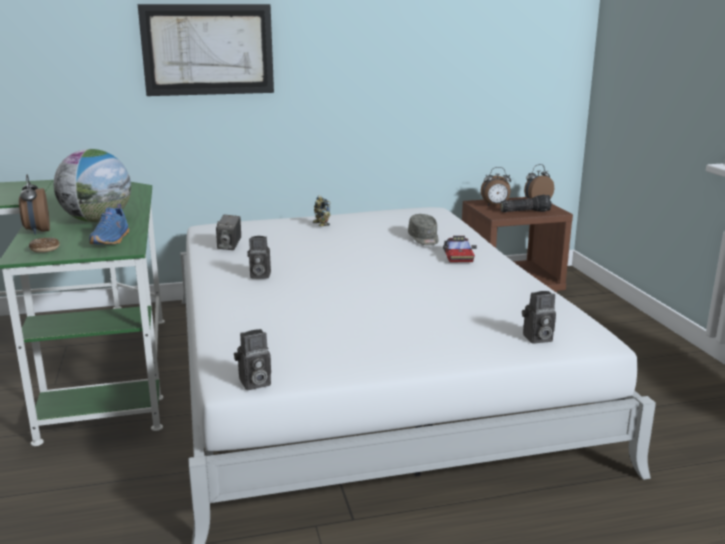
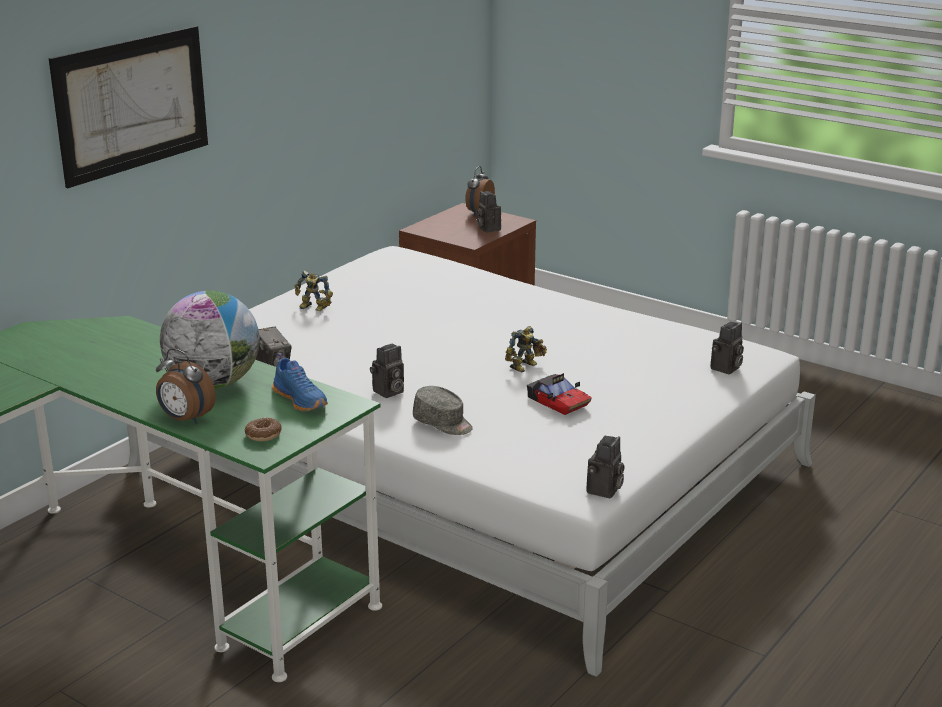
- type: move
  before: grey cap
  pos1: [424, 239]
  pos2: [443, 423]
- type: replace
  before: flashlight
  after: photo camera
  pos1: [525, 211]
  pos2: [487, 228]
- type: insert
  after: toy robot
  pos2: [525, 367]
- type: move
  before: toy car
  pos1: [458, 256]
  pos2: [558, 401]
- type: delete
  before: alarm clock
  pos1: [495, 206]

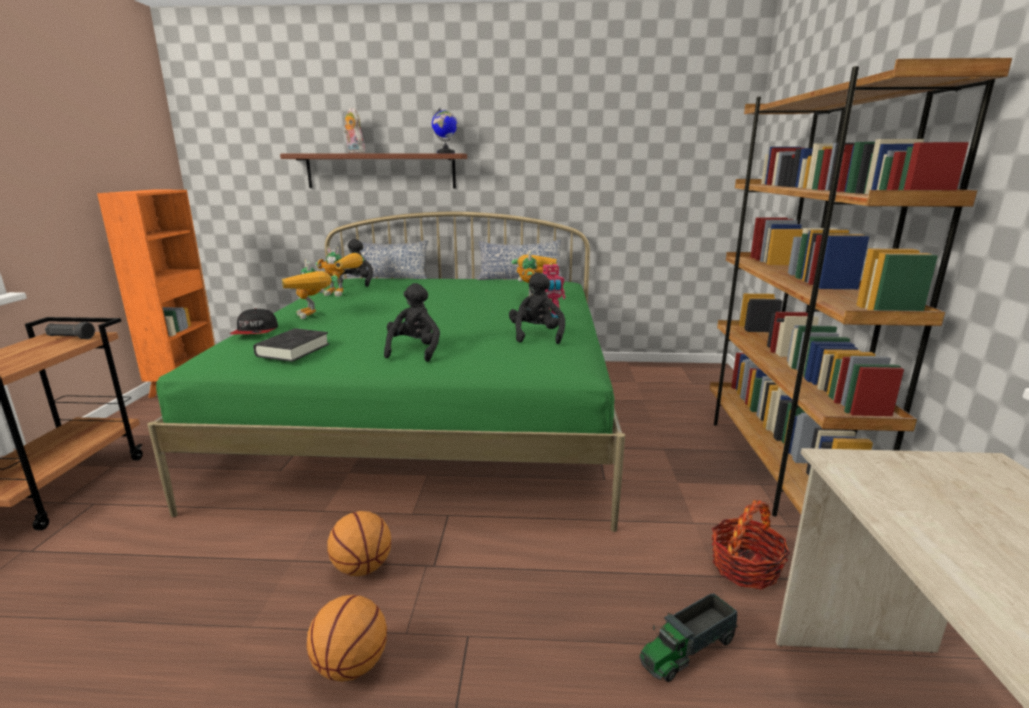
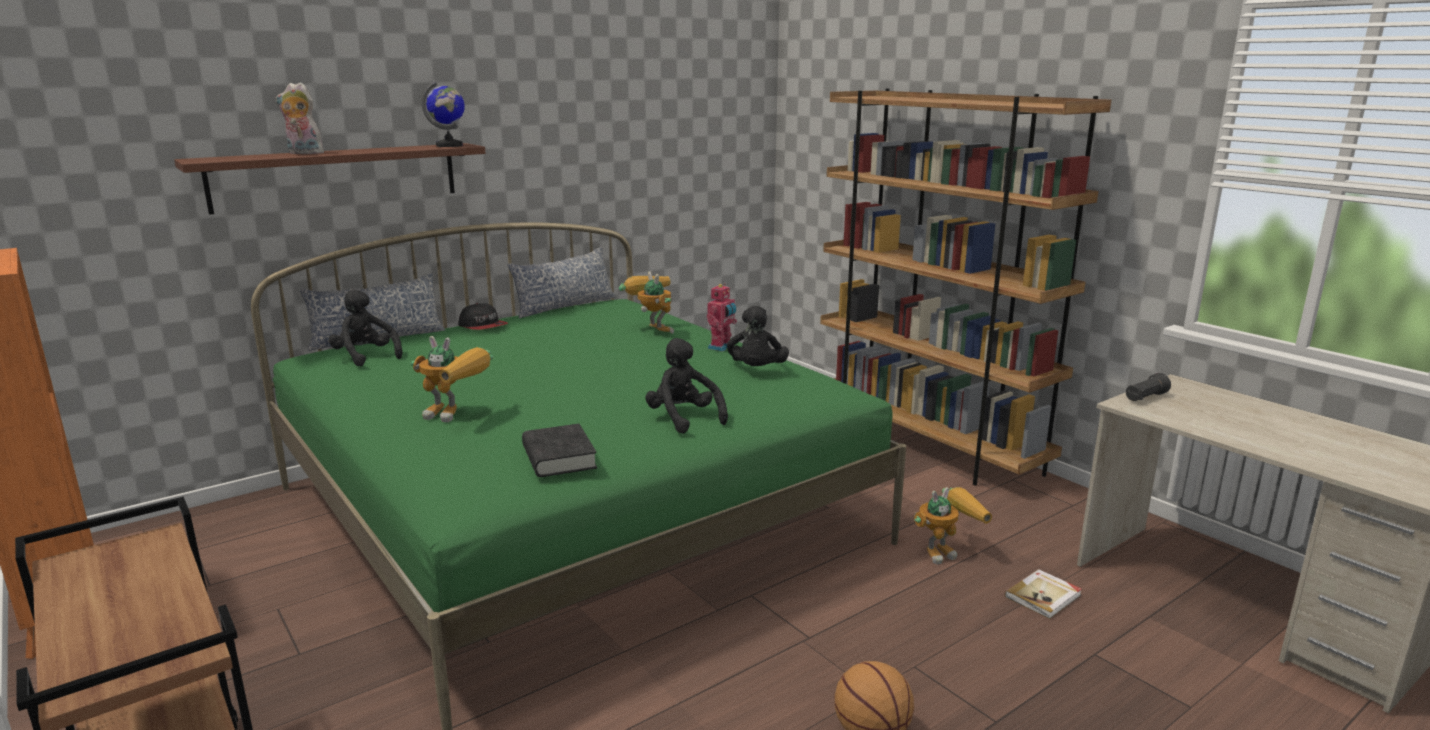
- type: move
  before: cap
  pos1: [256, 332]
  pos2: [483, 326]
- type: rotate
  before: black plush toy
  pos1: [536, 335]
  pos2: [756, 370]
  turn: -135
- type: move
  before: toy robot
  pos1: [343, 294]
  pos2: [946, 551]
- type: replace
  before: toy truck
  after: book
  pos1: [688, 650]
  pos2: [1044, 596]
- type: move
  before: black flashlight
  pos1: [71, 338]
  pos2: [1145, 398]
- type: delete
  before: basketball
  pos1: [362, 568]
- type: delete
  before: basket
  pos1: [745, 567]

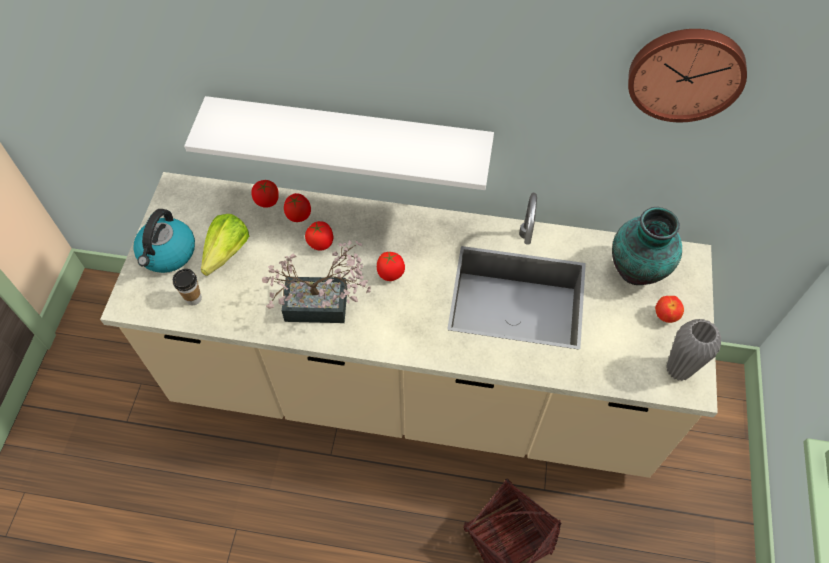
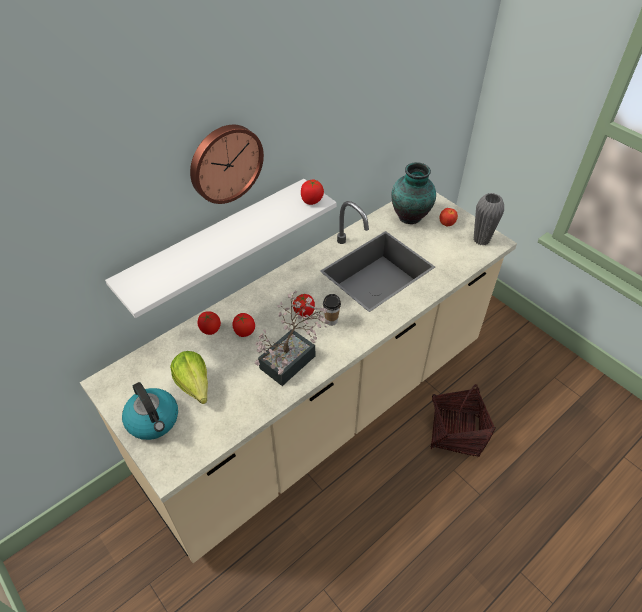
- type: move
  before: wall clock
  pos1: [686, 73]
  pos2: [225, 163]
- type: move
  before: tomato
  pos1: [267, 201]
  pos2: [311, 201]
- type: move
  before: cup
  pos1: [193, 298]
  pos2: [331, 321]

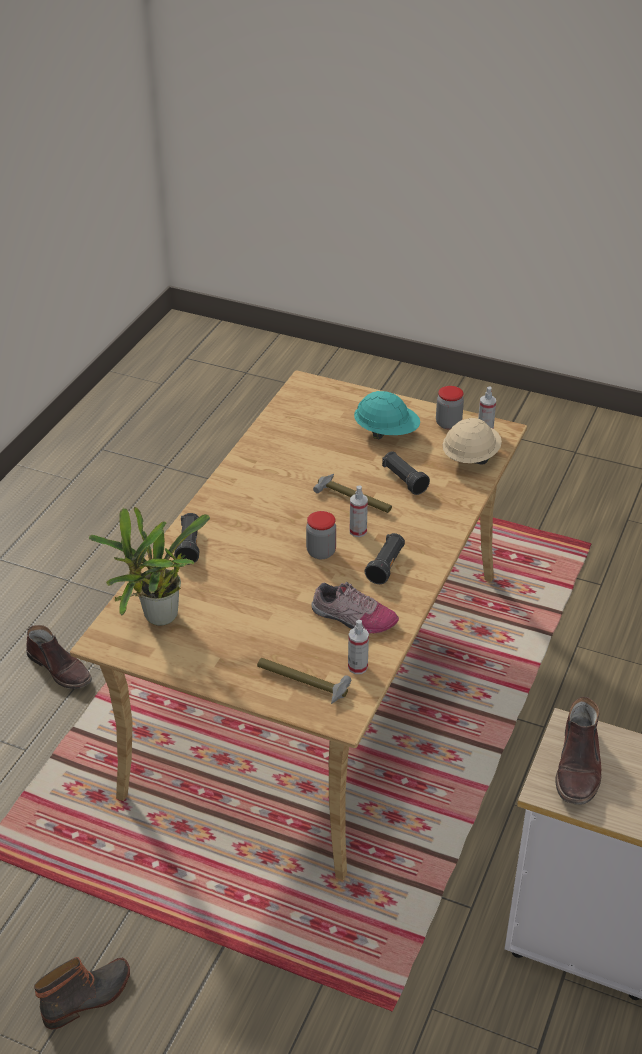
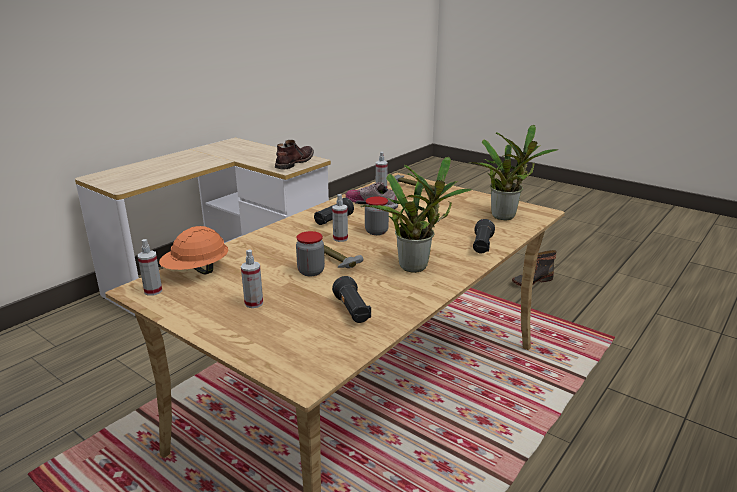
- type: recolor
  before: beige hard hat
  after: orange hard hat
  pos1: [470, 457]
  pos2: [196, 271]
- type: replace
  before: turquoise hard hat
  after: spray bottle
  pos1: [386, 432]
  pos2: [254, 303]
- type: move
  before: jar
  pos1: [448, 423]
  pos2: [311, 271]
- type: move
  before: black flashlight
  pos1: [404, 480]
  pos2: [352, 311]
- type: insert
  after: potted plant
  pos2: [417, 266]
- type: delete
  before: brown boot
  pos1: [60, 669]

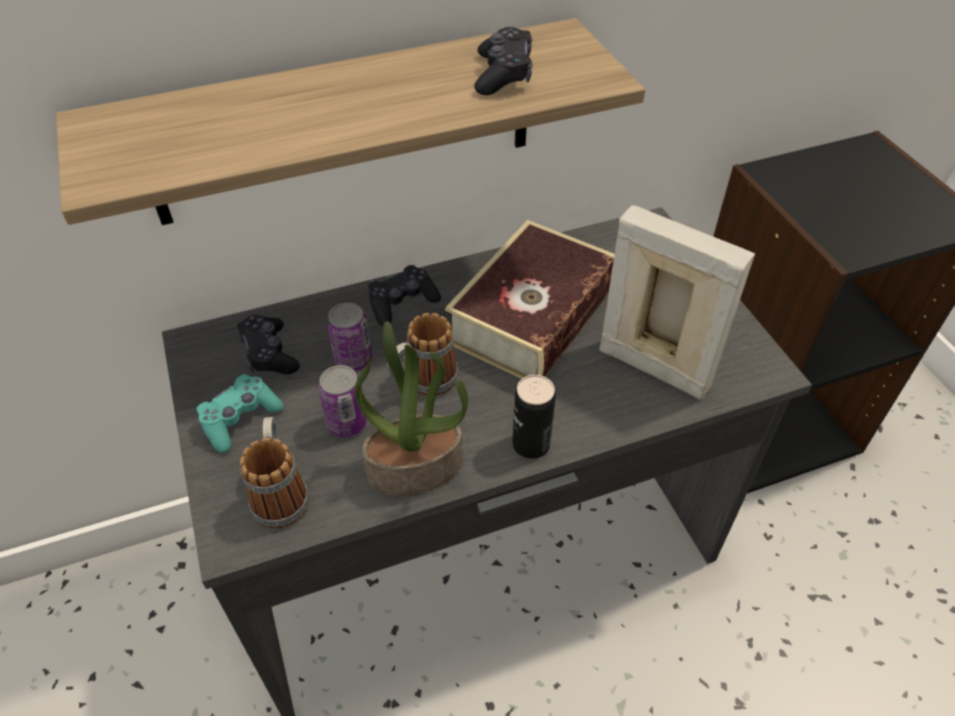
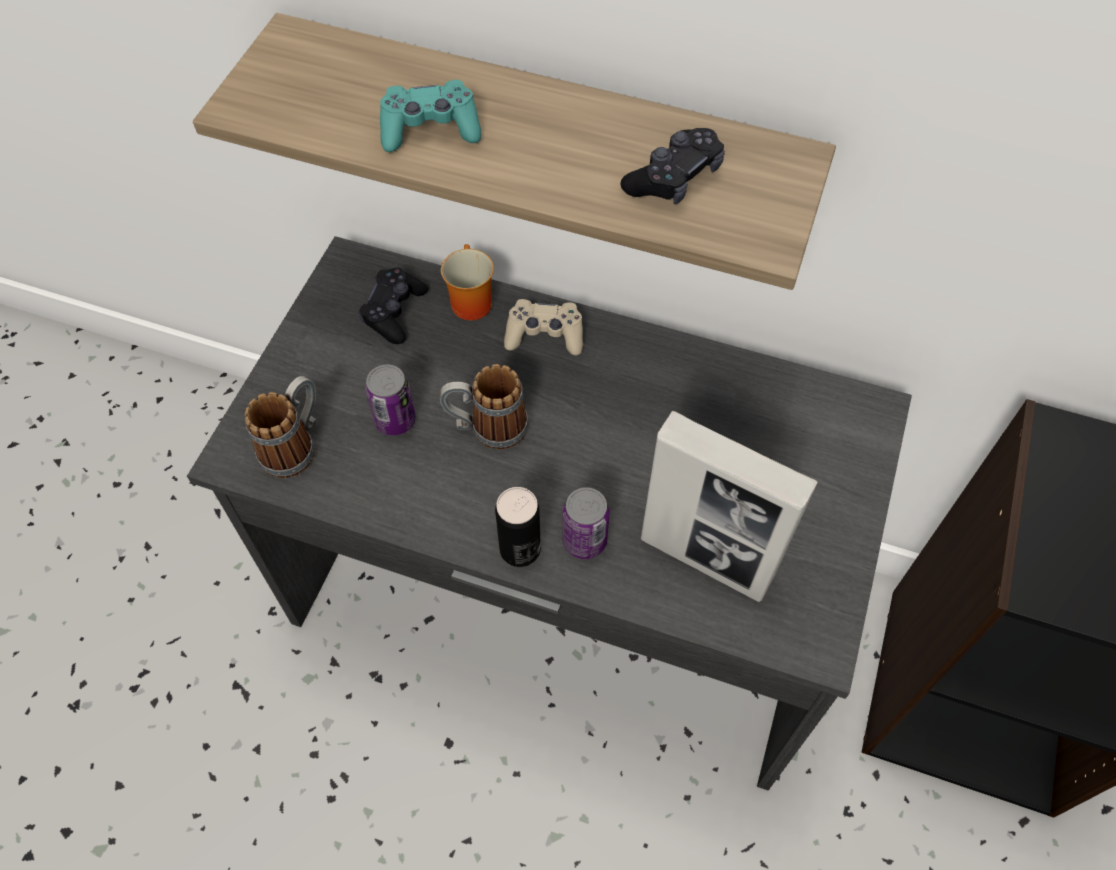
- type: move
  before: turquoise game controller
  pos1: [240, 419]
  pos2: [430, 129]
- type: insert
  after: mug
  pos2: [468, 300]
- type: recolor
  before: black game controller
  after: beige game controller
  pos1: [402, 303]
  pos2: [544, 335]
- type: move
  before: can
  pos1: [353, 359]
  pos2: [584, 540]
- type: rotate
  before: picture frame
  pos1: [653, 368]
  pos2: [706, 559]
  turn: 135
- type: delete
  before: potted plant
  pos1: [416, 467]
- type: delete
  before: book
  pos1: [532, 316]

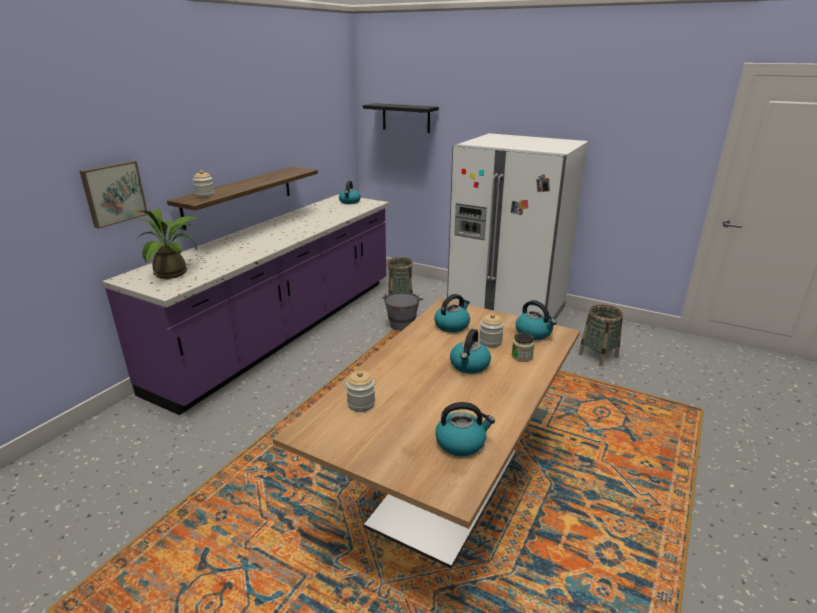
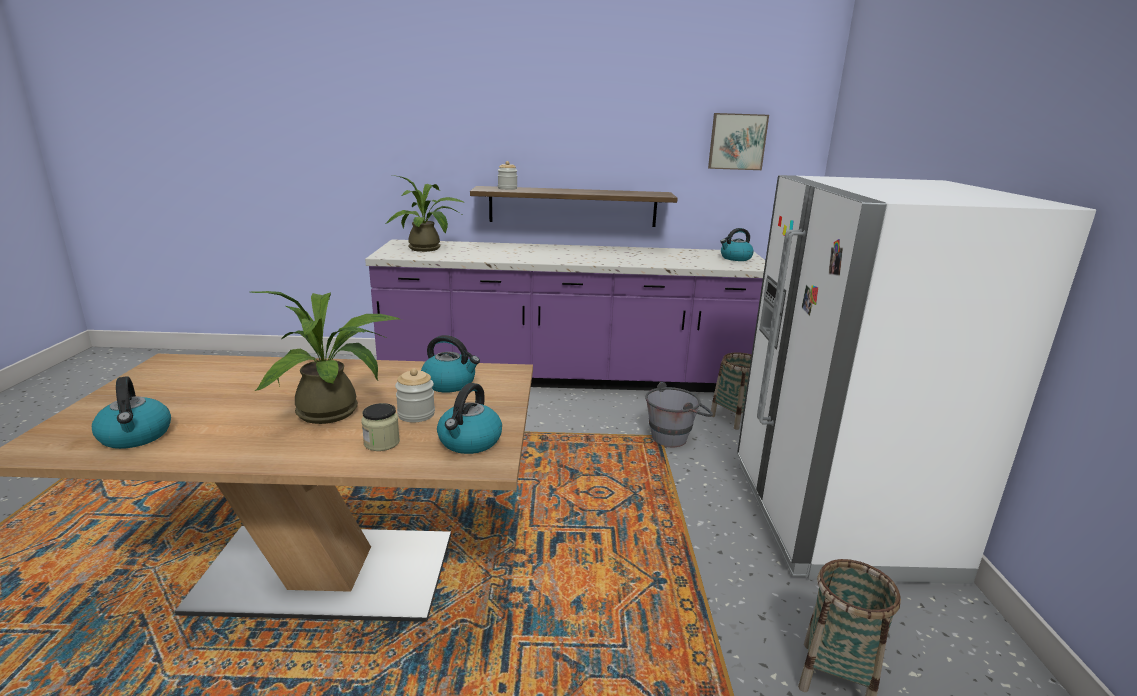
- type: replace
  before: kettle
  after: potted plant
  pos1: [469, 365]
  pos2: [336, 412]
- type: move
  before: picture
  pos1: [113, 193]
  pos2: [737, 141]
- type: delete
  before: jar
  pos1: [361, 403]
- type: delete
  before: black shelf
  pos1: [406, 118]

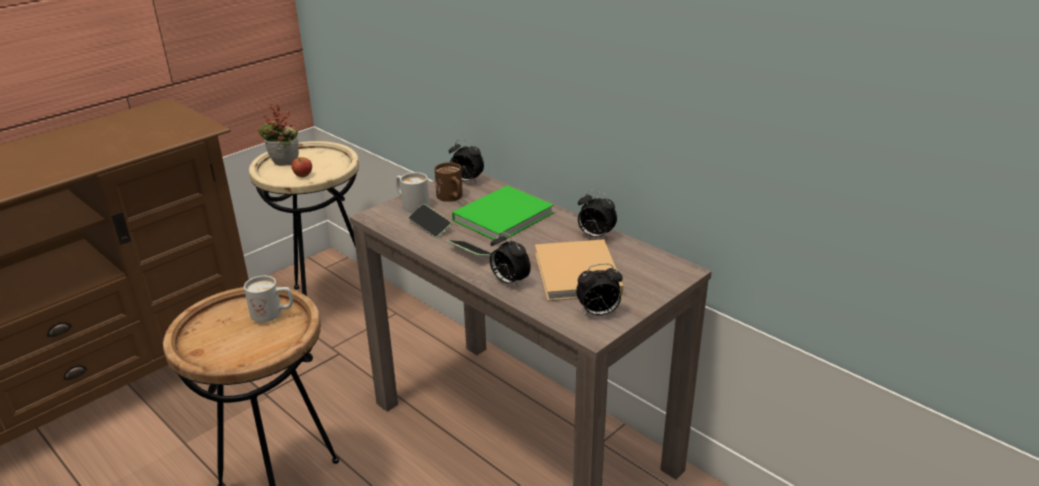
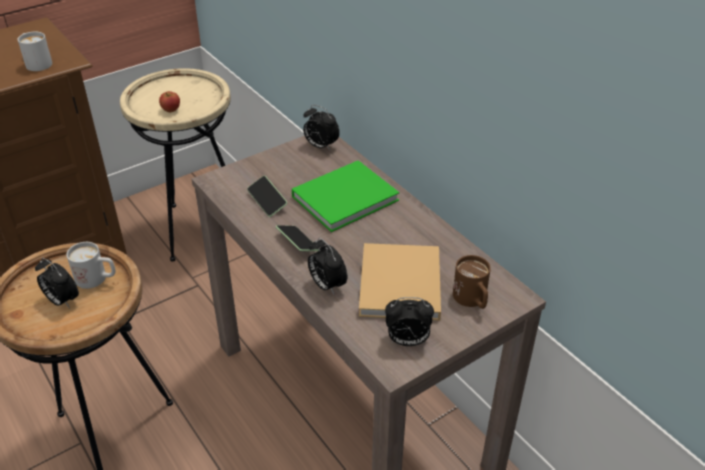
- type: move
  before: white mug
  pos1: [411, 204]
  pos2: [36, 62]
- type: move
  before: alarm clock
  pos1: [595, 236]
  pos2: [62, 301]
- type: move
  before: brown mug
  pos1: [452, 198]
  pos2: [472, 300]
- type: delete
  before: potted plant
  pos1: [283, 165]

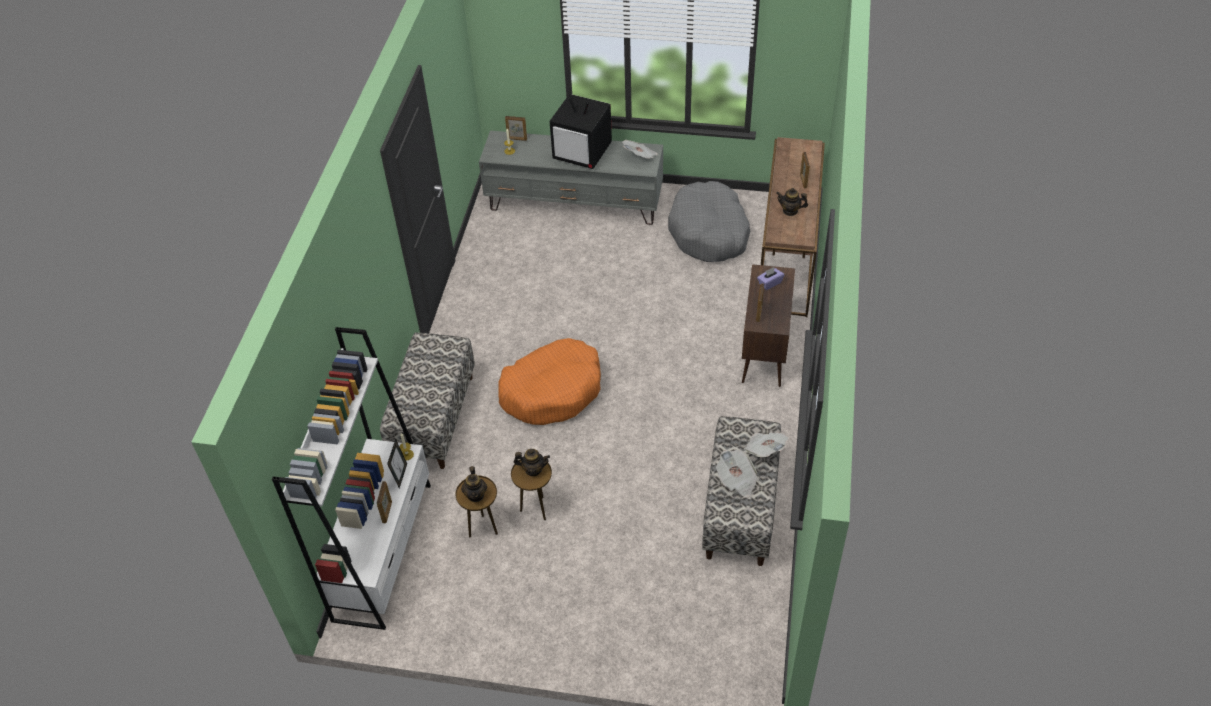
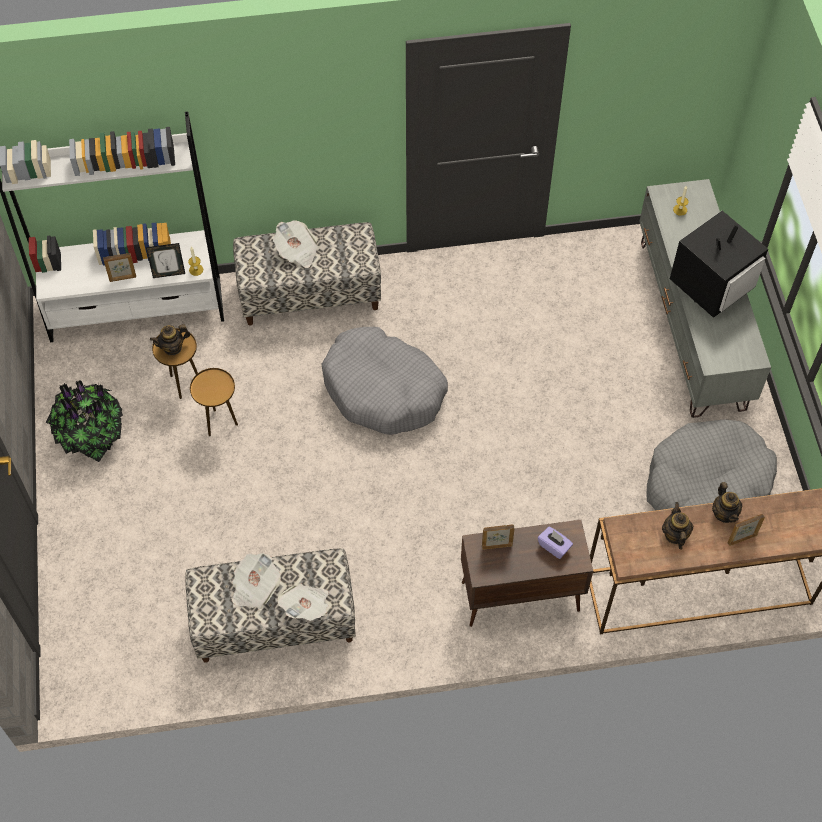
- type: insert
  after: potted plant
  pos2: [91, 435]
- type: move
  before: newspaper
  pos1: [640, 156]
  pos2: [297, 252]
- type: recolor
  before: orange dog bed
  after: grey dog bed
  pos1: [552, 390]
  pos2: [383, 390]
- type: rotate
  before: television
  pos1: [583, 153]
  pos2: [712, 285]
  turn: -135
- type: move
  before: teapot
  pos1: [533, 469]
  pos2: [724, 513]
- type: delete
  before: picture frame
  pos1: [517, 139]

